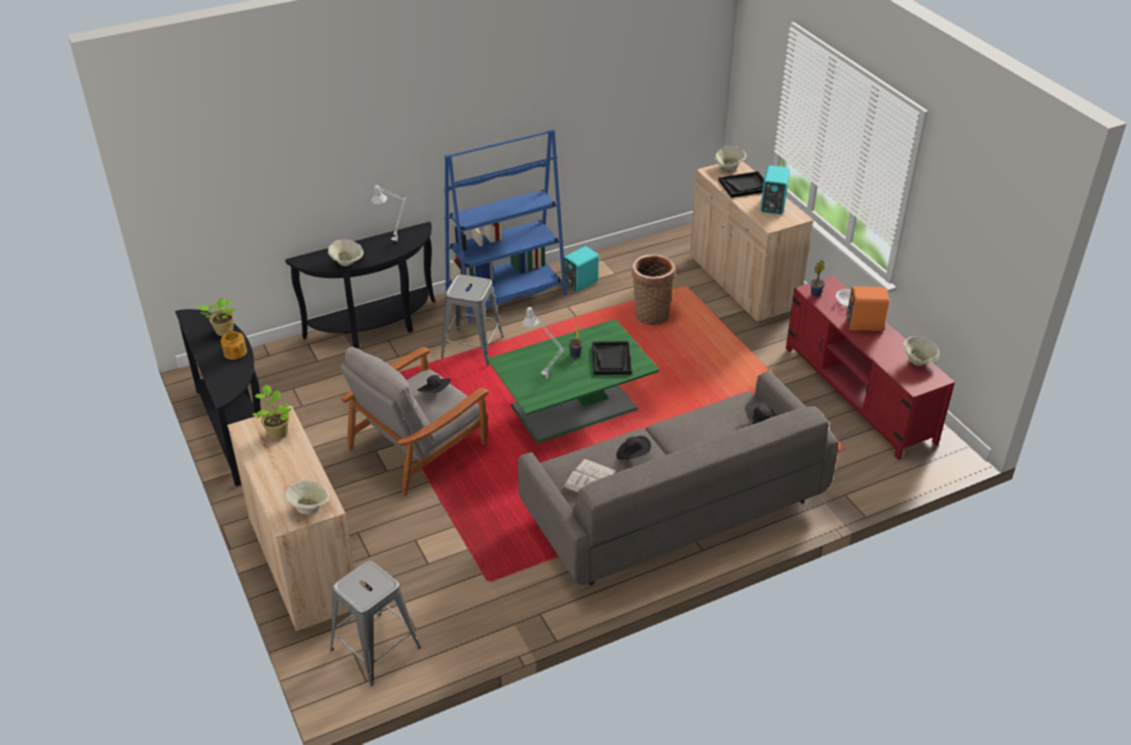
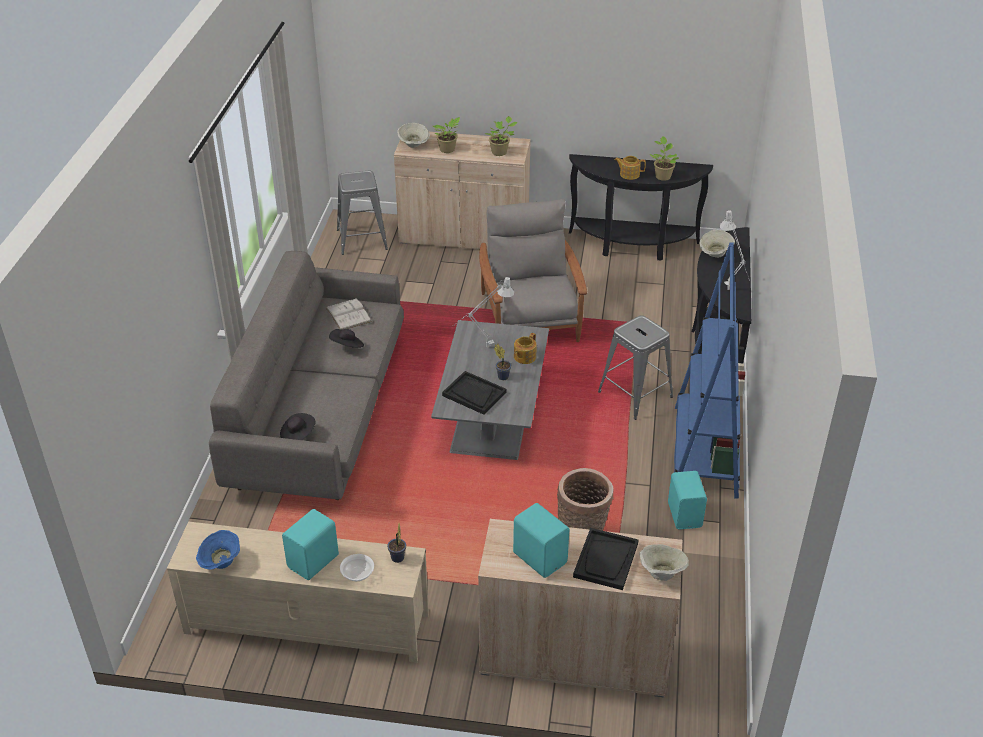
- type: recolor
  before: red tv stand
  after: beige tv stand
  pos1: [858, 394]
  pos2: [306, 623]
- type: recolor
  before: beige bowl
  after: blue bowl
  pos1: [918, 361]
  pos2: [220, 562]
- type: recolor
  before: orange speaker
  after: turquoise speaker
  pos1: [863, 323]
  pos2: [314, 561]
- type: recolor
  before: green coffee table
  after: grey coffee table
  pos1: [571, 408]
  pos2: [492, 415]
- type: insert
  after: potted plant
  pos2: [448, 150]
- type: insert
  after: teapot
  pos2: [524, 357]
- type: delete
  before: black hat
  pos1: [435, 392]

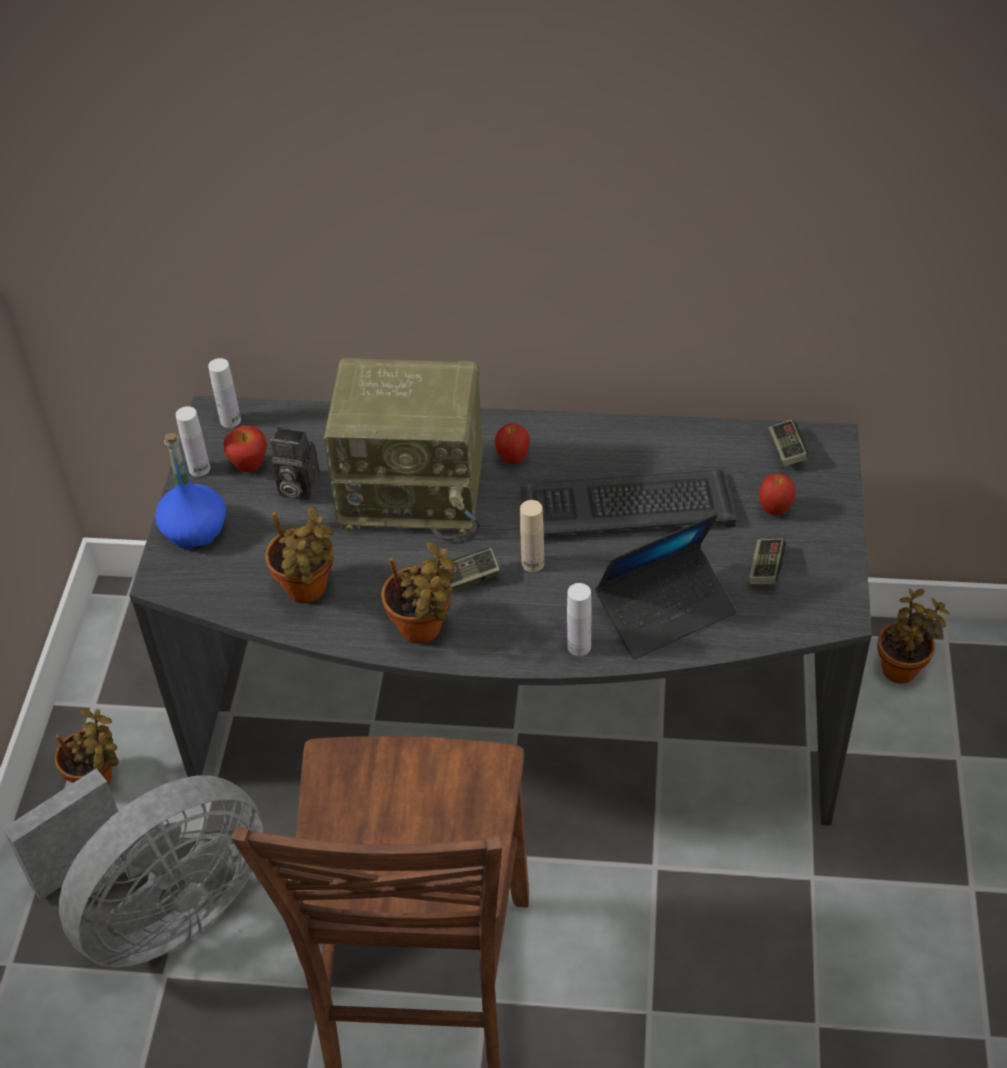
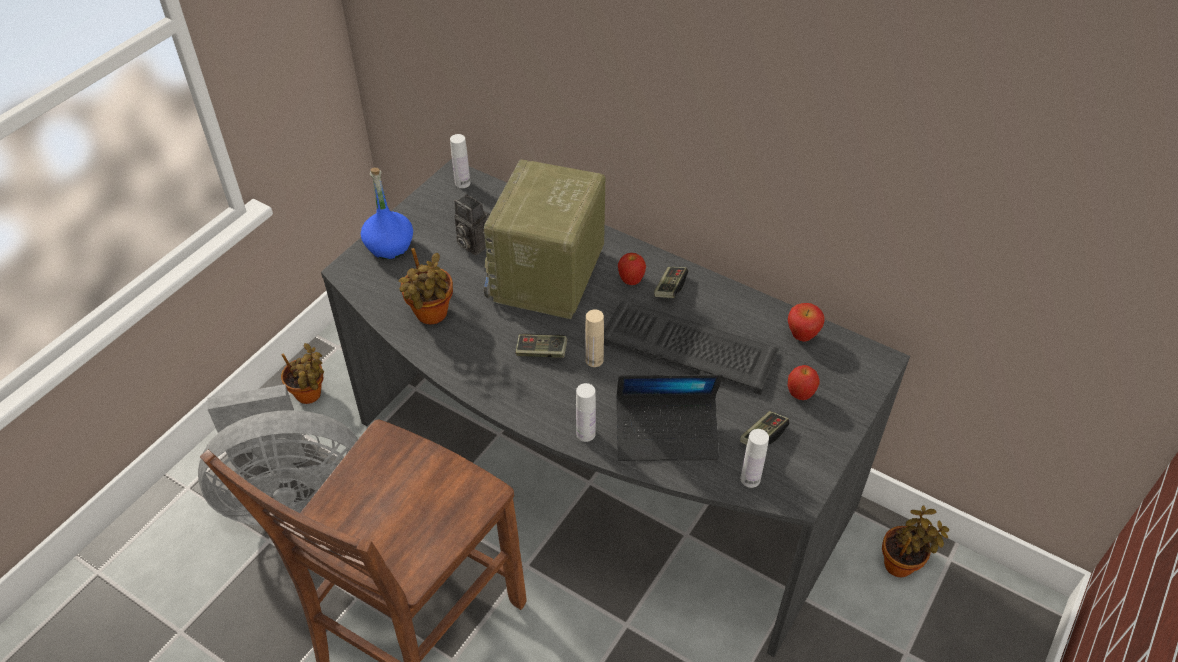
- type: rotate
  before: radio
  pos1: [415, 491]
  pos2: [549, 277]
  turn: 75
- type: move
  before: game controller
  pos1: [786, 450]
  pos2: [670, 288]
- type: move
  before: white bottle
  pos1: [199, 469]
  pos2: [750, 479]
- type: move
  before: apple
  pos1: [249, 467]
  pos2: [802, 336]
- type: delete
  before: potted plant
  pos1: [424, 630]

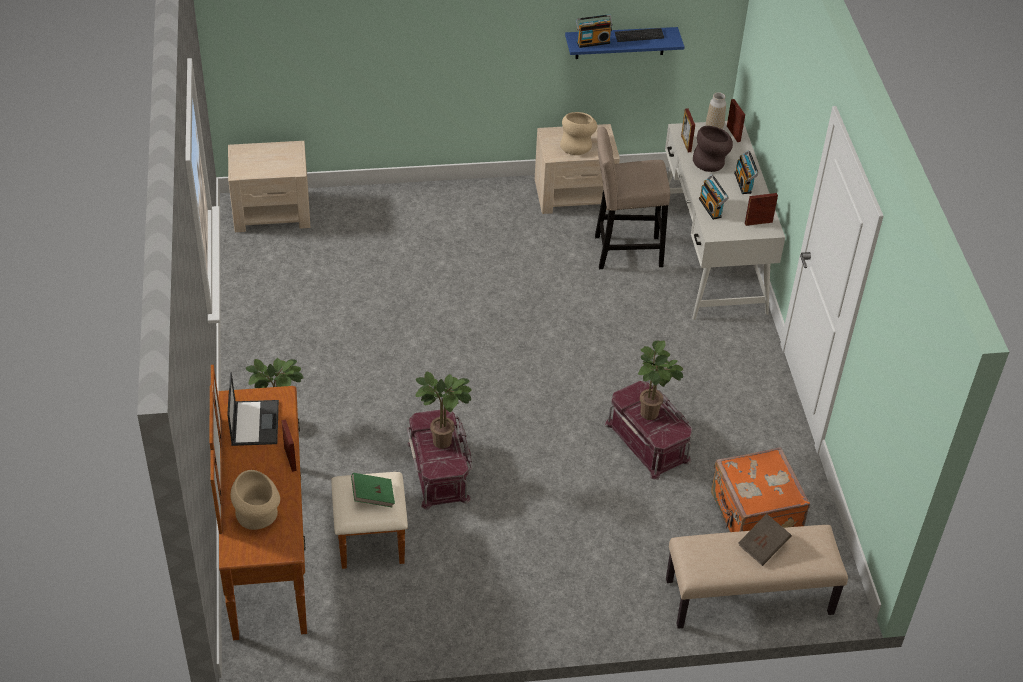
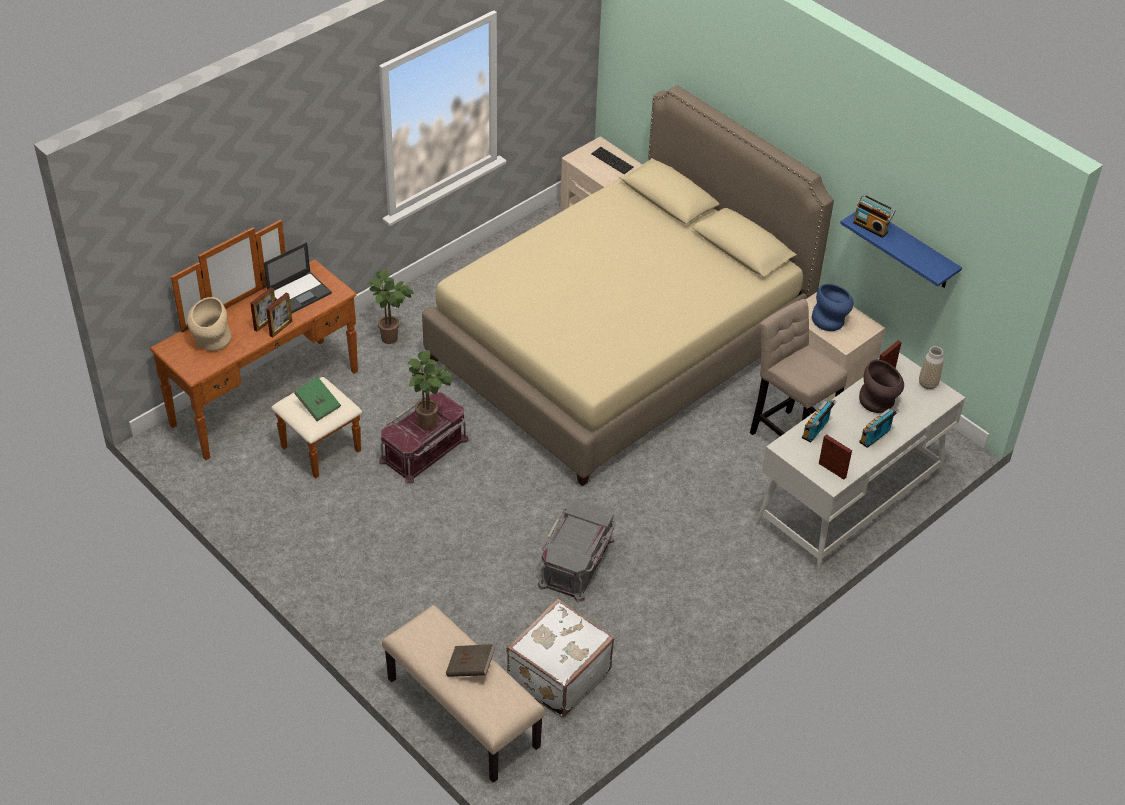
- type: move
  before: picture frame
  pos1: [733, 134]
  pos2: [265, 323]
- type: insert
  after: beige bed
  pos2: [619, 346]
- type: recolor
  before: orange suitcase
  after: white suitcase
  pos1: [753, 516]
  pos2: [557, 674]
- type: recolor
  before: red storage box
  after: grey storage box
  pos1: [648, 441]
  pos2: [577, 563]
- type: move
  before: keyboard
  pos1: [639, 36]
  pos2: [612, 161]
- type: recolor
  before: beige vase
  after: blue vase
  pos1: [577, 145]
  pos2: [830, 321]
- type: delete
  before: potted plant
  pos1: [651, 415]

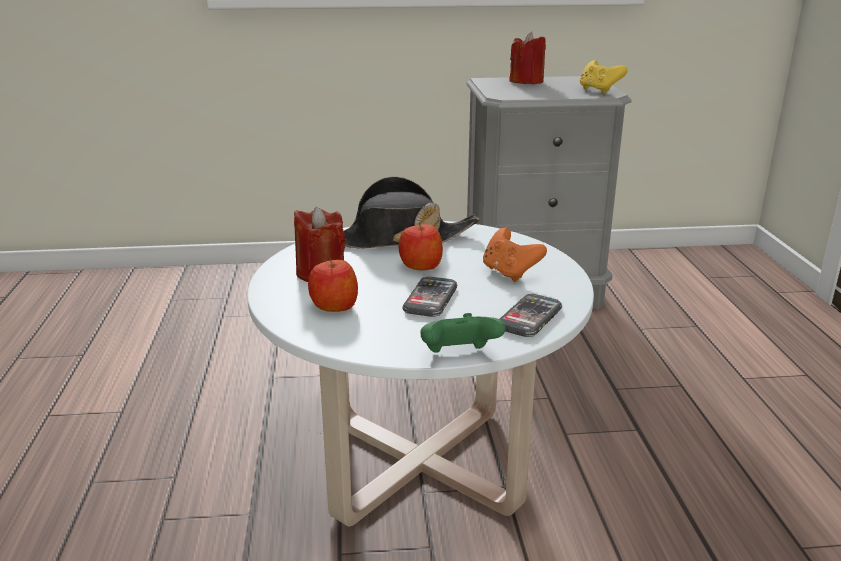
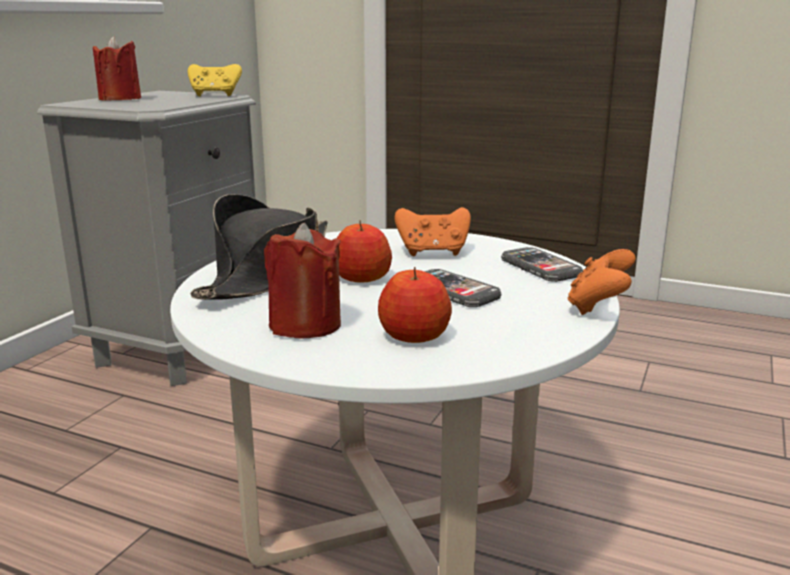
- type: recolor
  before: green game controller
  after: orange game controller
  pos1: [459, 356]
  pos2: [598, 307]

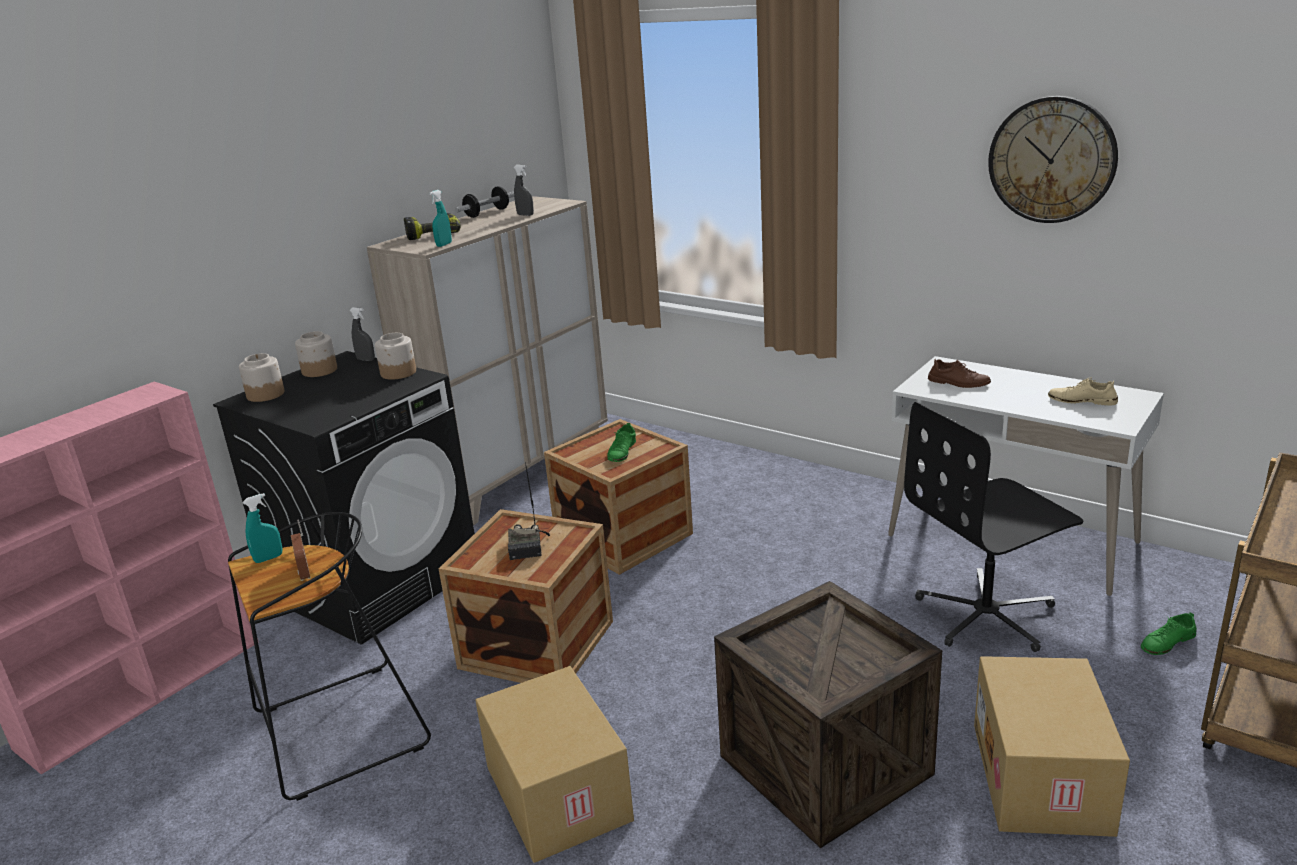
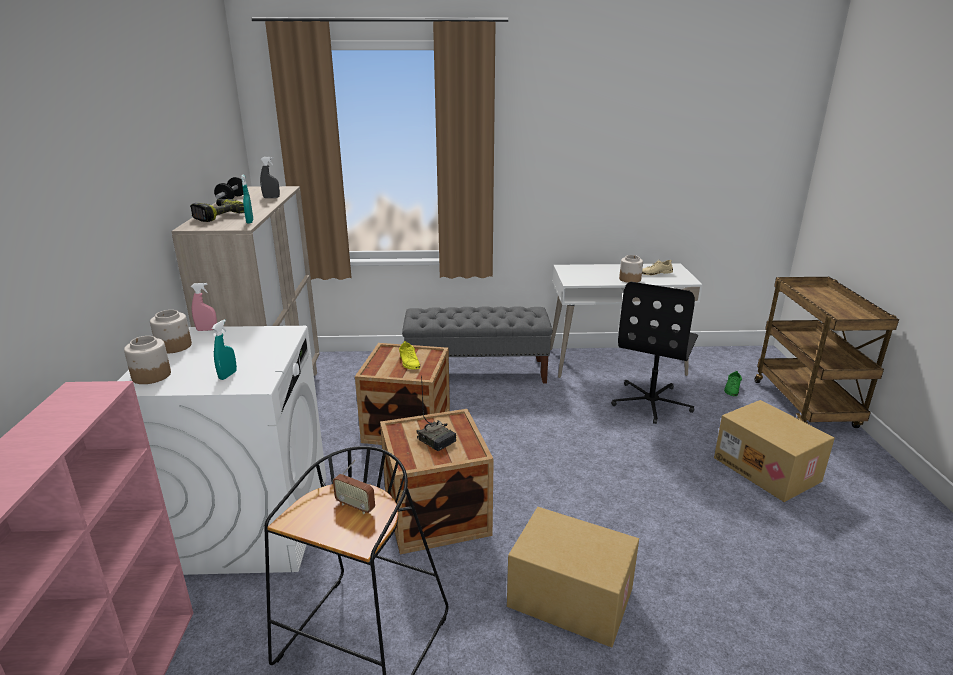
- type: recolor
  before: black washing machine
  after: white washing machine
  pos1: [376, 582]
  pos2: [250, 522]
- type: recolor
  before: grey spray bottle
  after: pink spray bottle
  pos1: [366, 360]
  pos2: [207, 330]
- type: move
  before: turquoise spray bottle
  pos1: [268, 558]
  pos2: [228, 375]
- type: recolor
  before: green shoe
  after: yellow shoe
  pos1: [622, 451]
  pos2: [409, 362]
- type: insert
  after: grey bench
  pos2: [477, 372]
- type: move
  before: jar
  pos1: [399, 373]
  pos2: [630, 279]
- type: delete
  before: crate
  pos1: [825, 765]
- type: delete
  before: brown shoe
  pos1: [958, 382]
- type: delete
  before: wall clock
  pos1: [1052, 160]

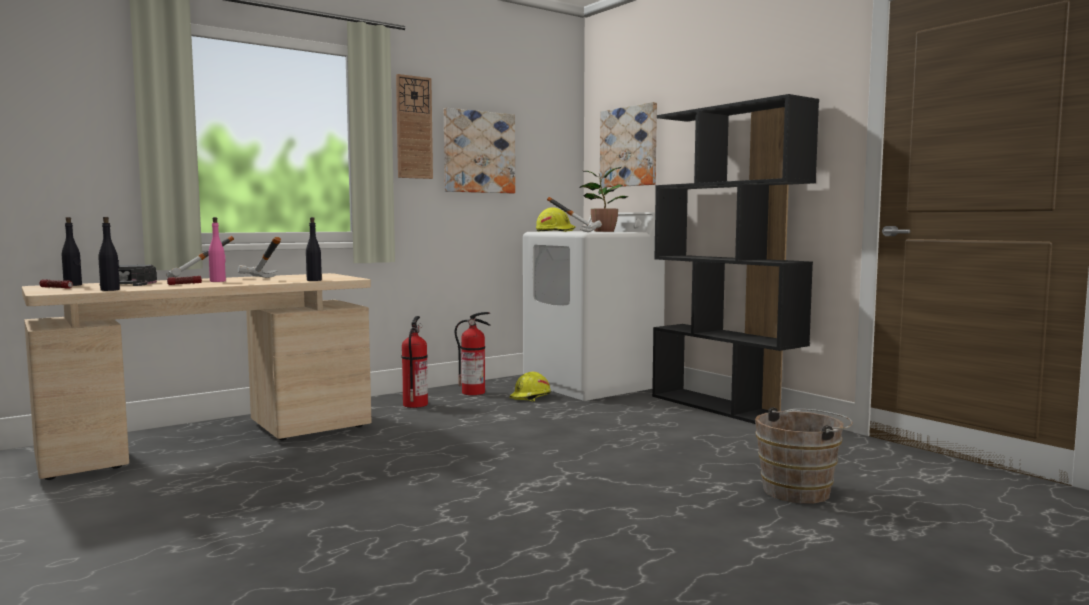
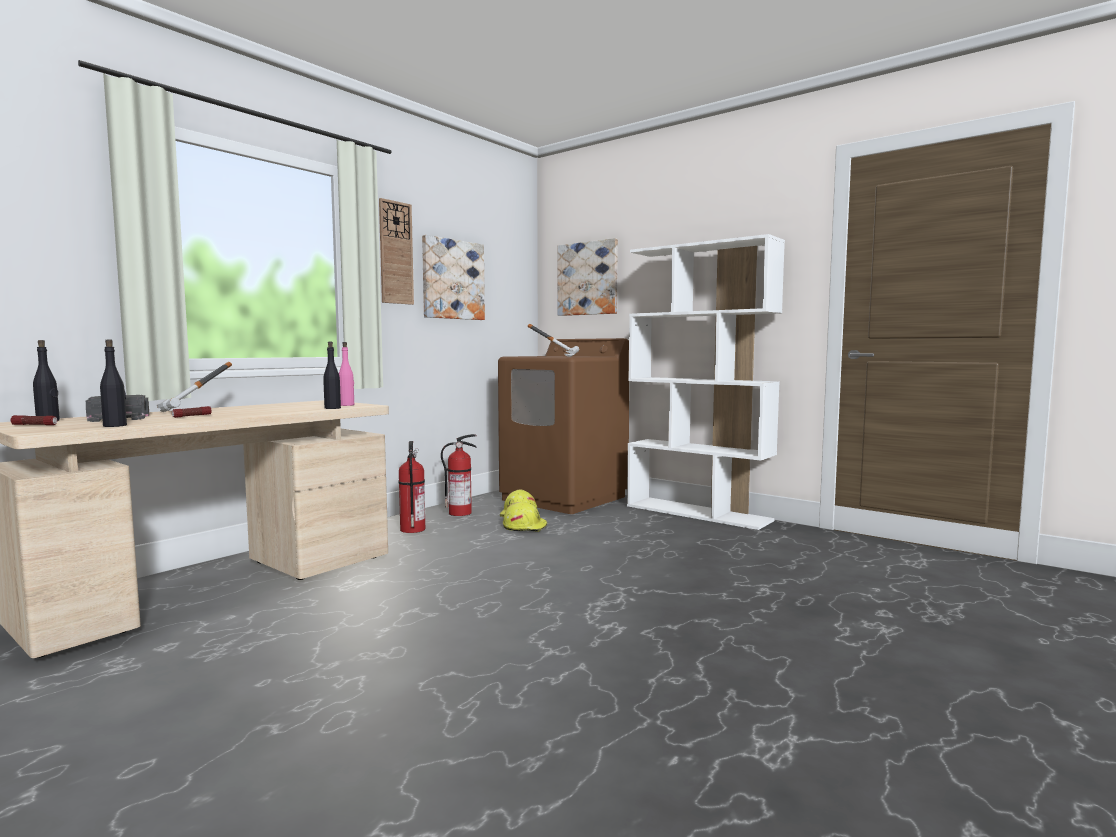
- type: move
  before: pink bottle
  pos1: [218, 281]
  pos2: [347, 405]
- type: recolor
  before: white washing machine
  after: brown washing machine
  pos1: [592, 385]
  pos2: [564, 498]
- type: move
  before: yellow hard hat
  pos1: [556, 231]
  pos2: [525, 527]
- type: recolor
  before: black bookcase
  after: white bookcase
  pos1: [725, 408]
  pos2: [698, 513]
- type: delete
  before: hammer
  pos1: [260, 279]
- type: delete
  before: potted plant
  pos1: [602, 231]
- type: delete
  before: brown bucket
  pos1: [801, 491]

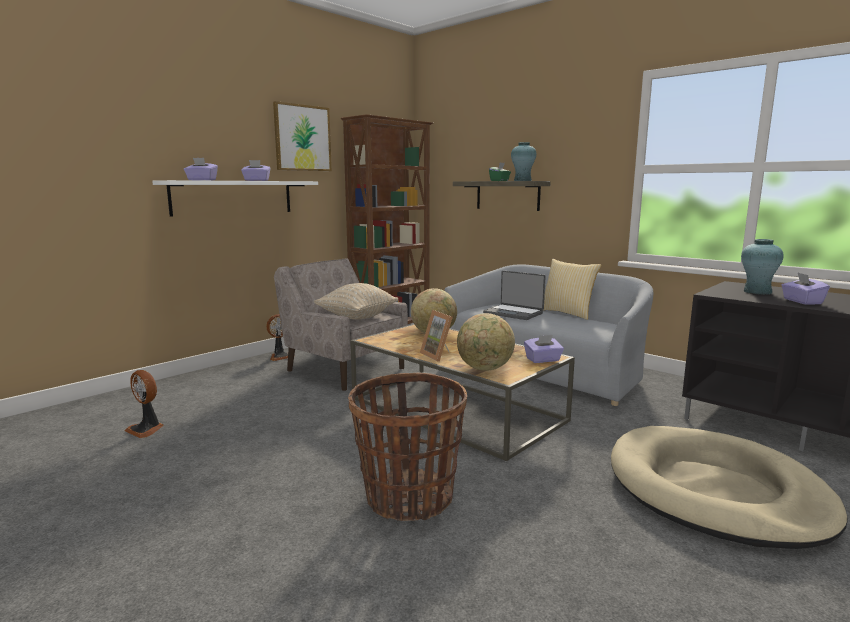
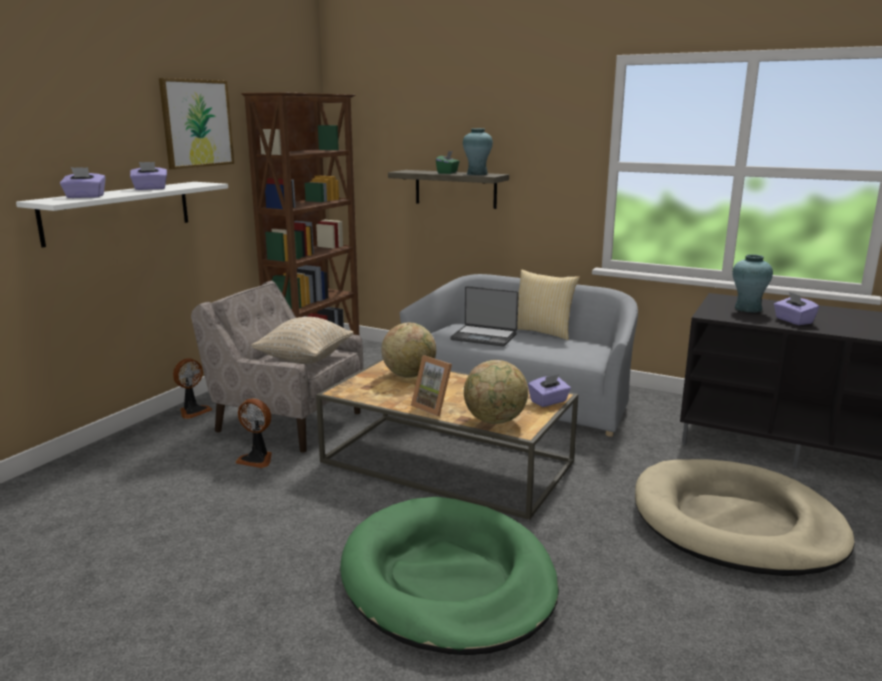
- type: move
  before: fan
  pos1: [146, 429]
  pos2: [257, 459]
- type: replace
  before: basket
  after: green dog bed
  pos1: [408, 498]
  pos2: [448, 580]

